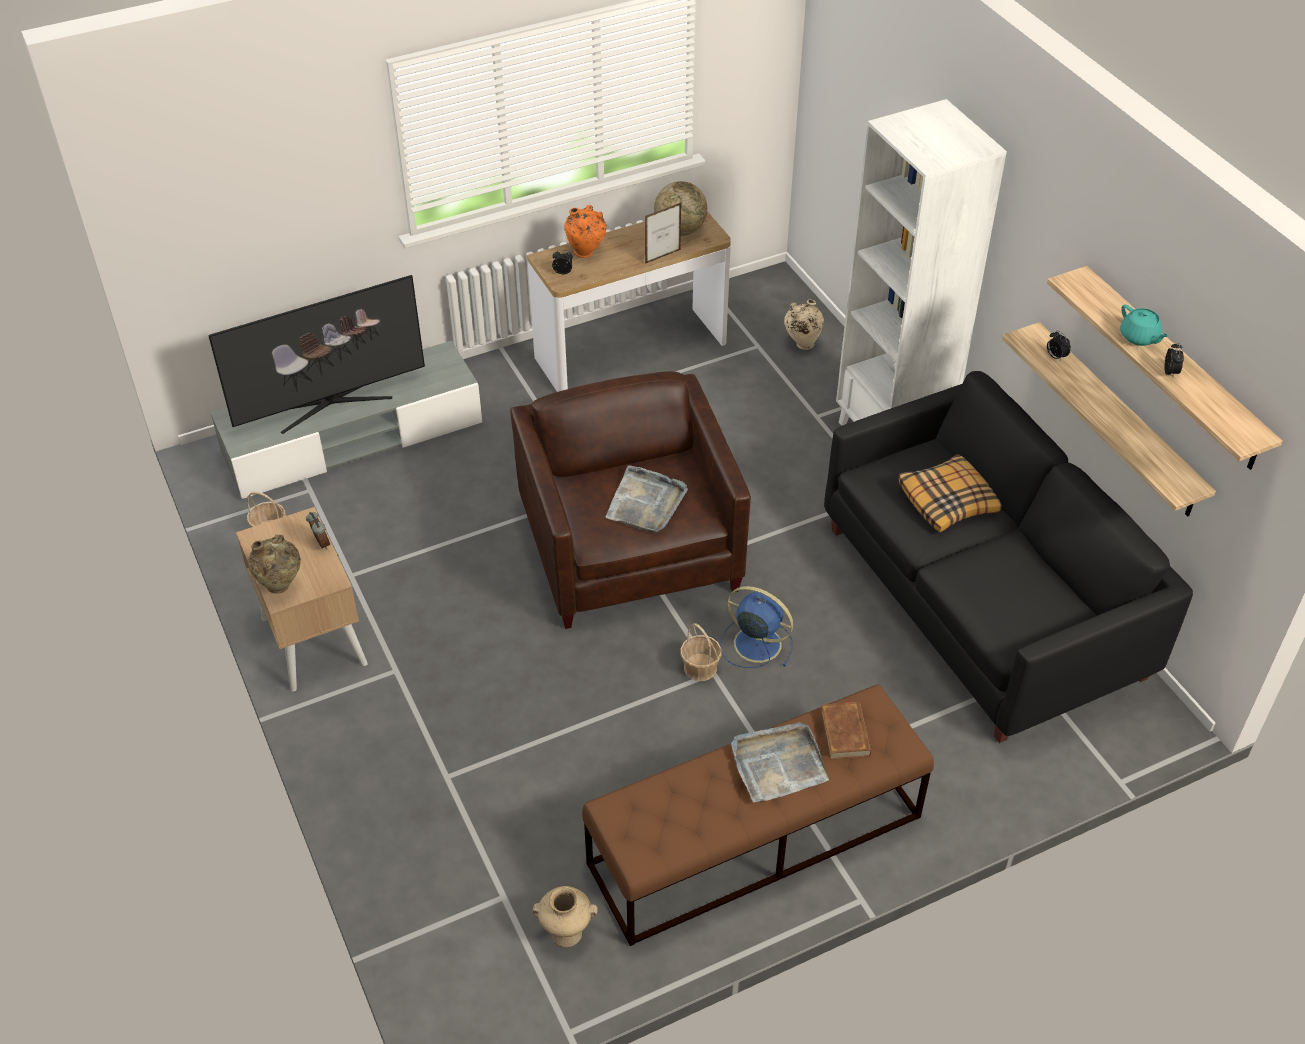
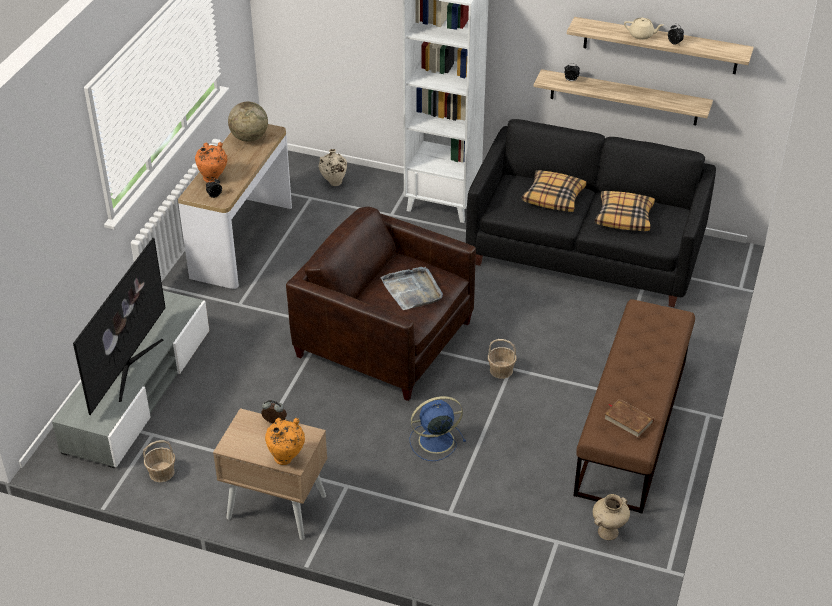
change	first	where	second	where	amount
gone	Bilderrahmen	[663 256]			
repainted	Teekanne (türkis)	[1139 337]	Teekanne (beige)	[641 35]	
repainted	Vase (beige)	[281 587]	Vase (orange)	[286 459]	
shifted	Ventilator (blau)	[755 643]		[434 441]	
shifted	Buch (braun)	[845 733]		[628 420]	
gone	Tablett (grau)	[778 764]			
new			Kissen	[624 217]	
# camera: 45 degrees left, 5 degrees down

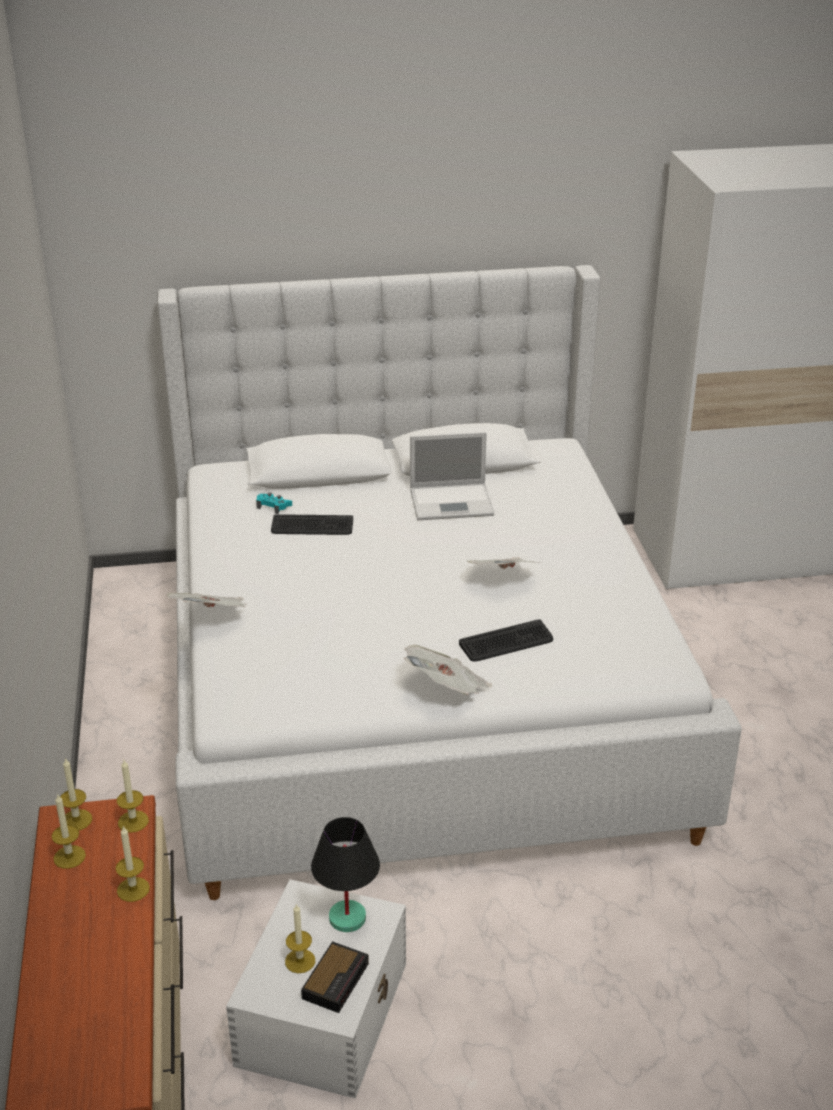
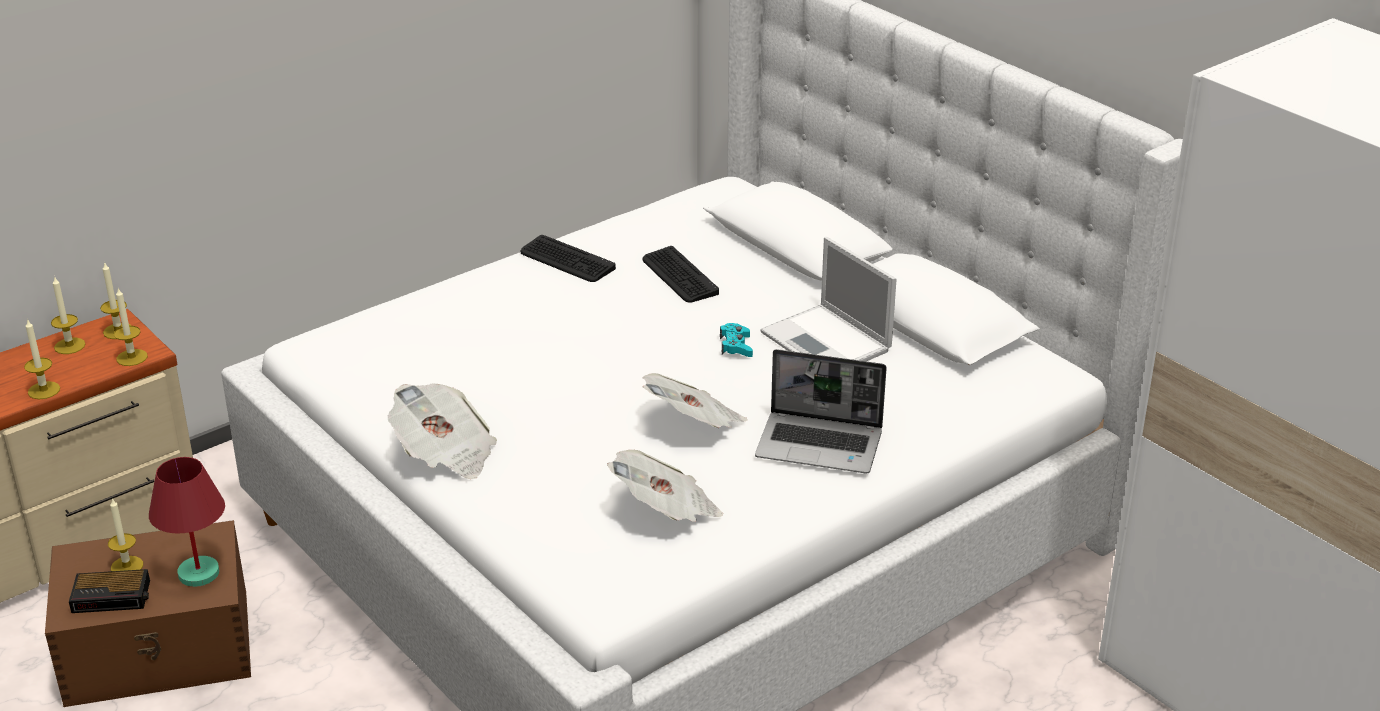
change	first	where	second	where	amount
shifted	Gamepad (türkis)	[273 506]		[736 346]	
shifted	Zeitung	[212 617]		[666 511]	
shifted	Tastatur	[506 642]		[567 260]	
repainted	Tischlampe (schwarz)	[348 918]	Tischlampe (rot)	[199 574]	
repainted	Aufbewahrungsbox (weiß)	[324 1012]	Aufbewahrungsbox (braun)	[160 647]	
new			Laptop	[821 445]	
# camera: 60 degrees right, 0 degrees up

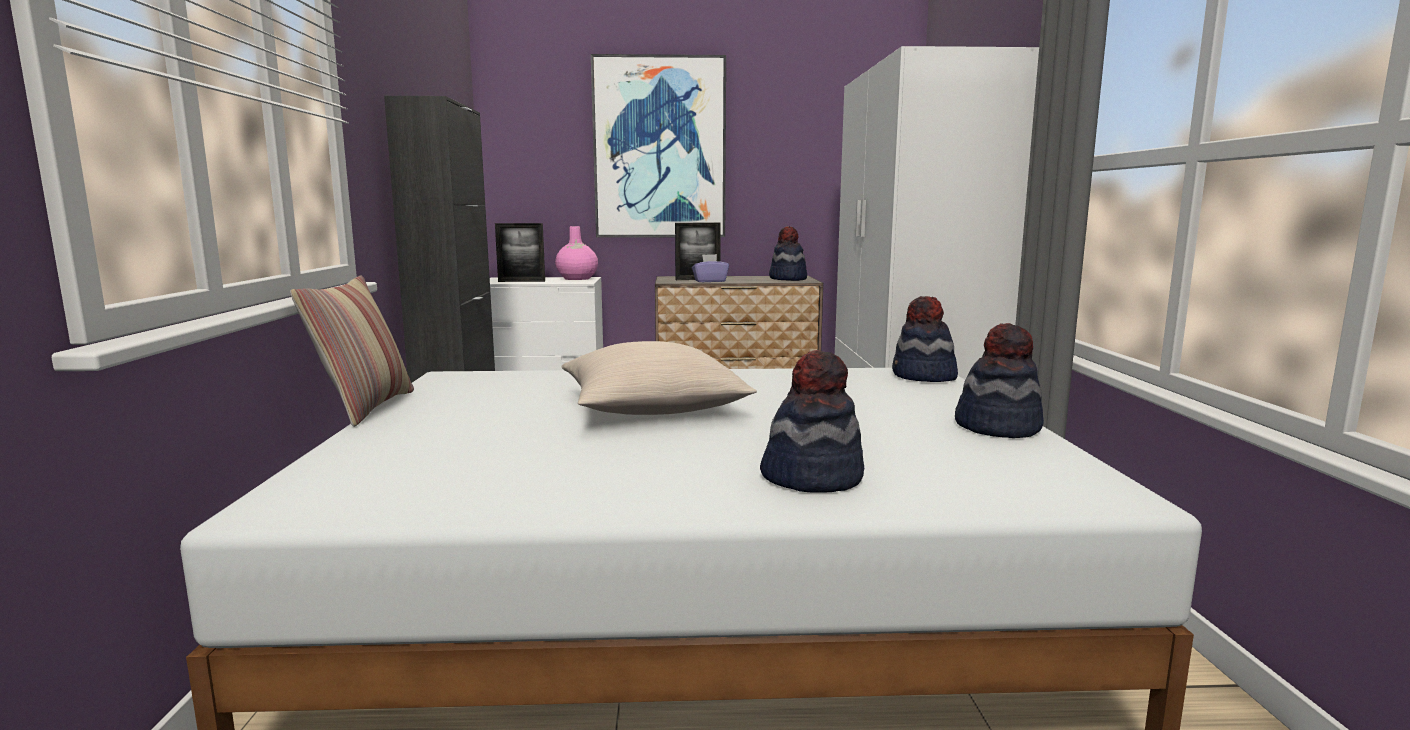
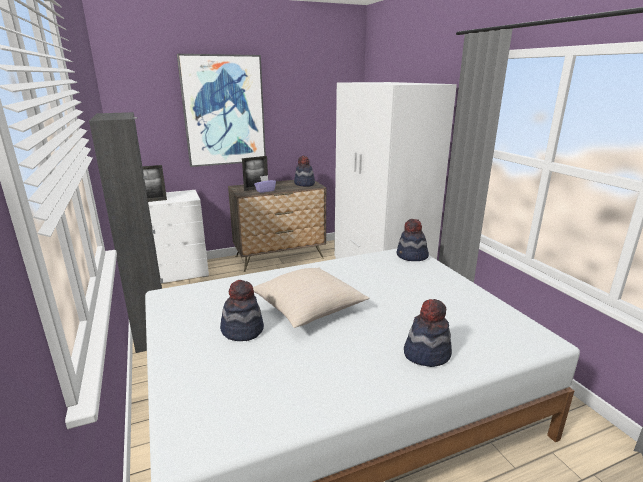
change	first	where	second	where	amount
gone	Vase (rosa)	[576 279]			
gone	Kissen	[365 407]			
shifted	Hut	[997 427]		[242 330]	
# camera: 20 degrees left, 10 degrees up

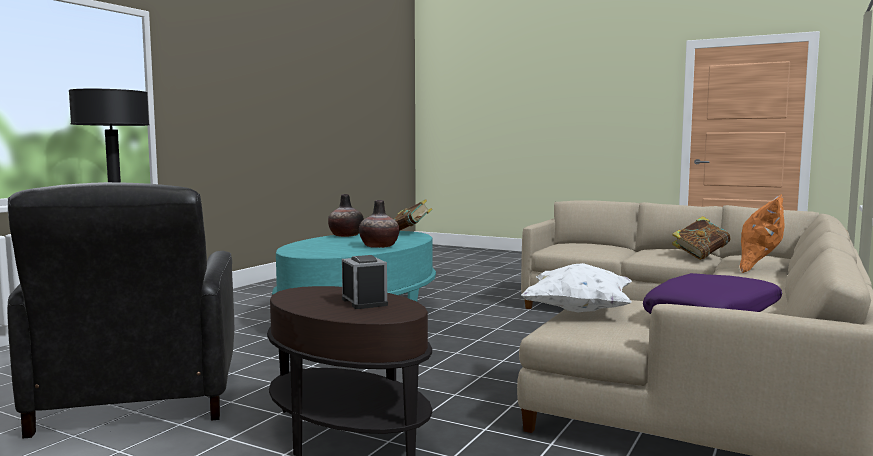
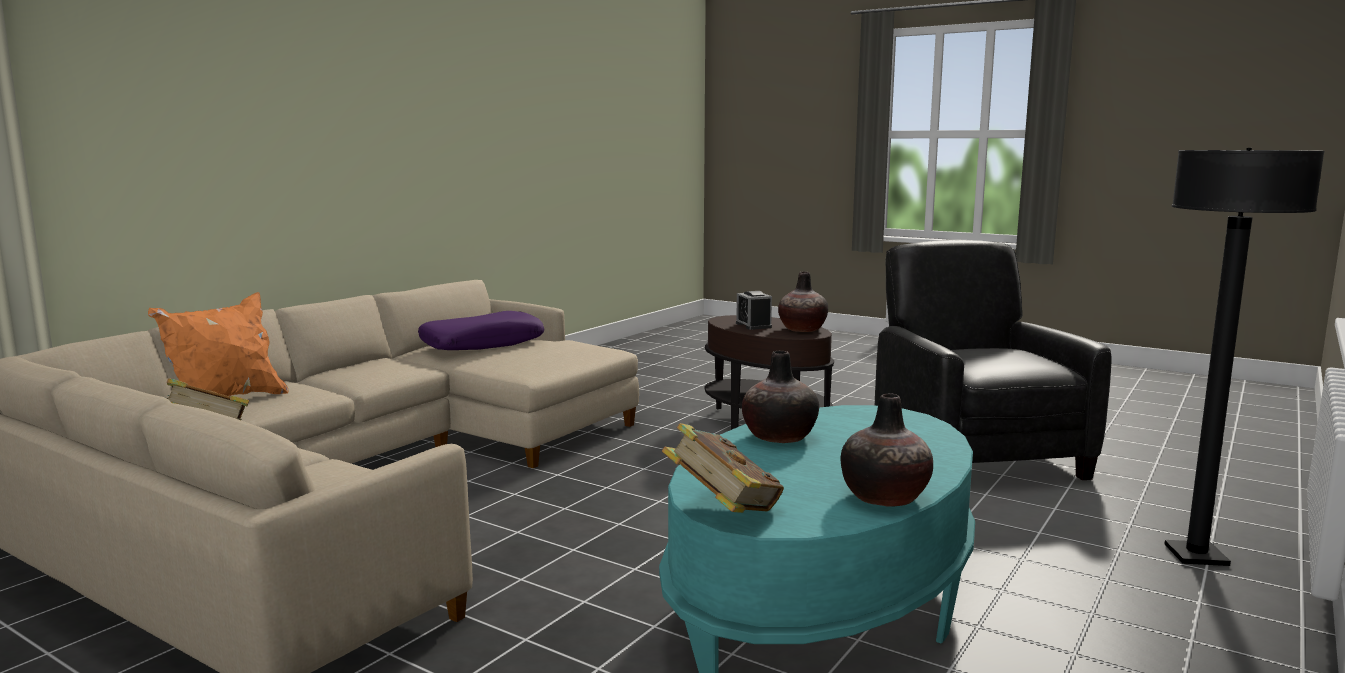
change	first	where	second	where	amount
gone	Kissen (weiß)	[578 311]			
new			Vase	[802 329]	
# camera: 175 degrees left, 5 degrees up

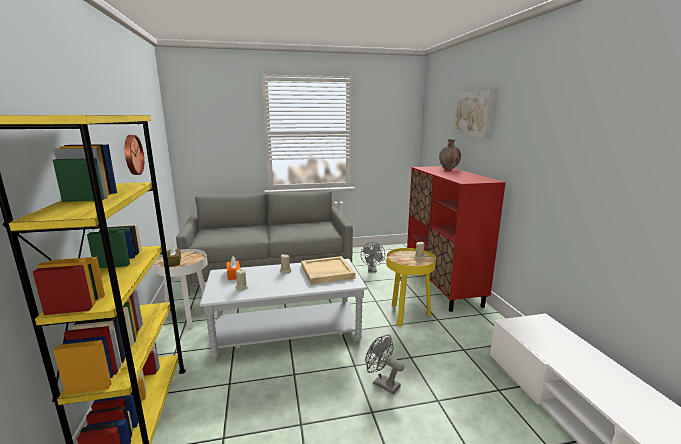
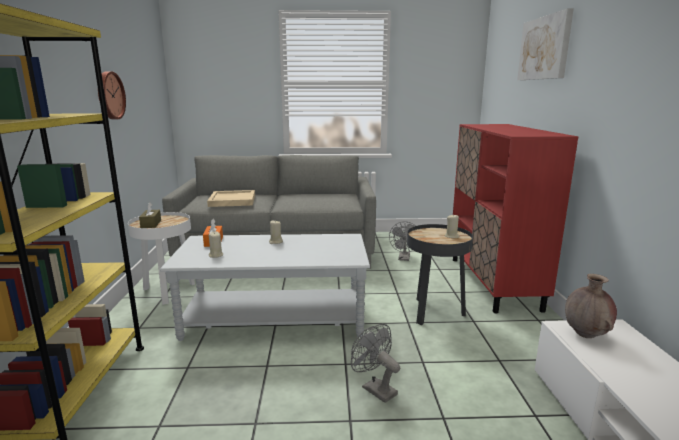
change	first	where	second	where	amount
shifted	Vase (braun)	[449 169]		[586 335]	
repainted	Beistelltisch (gelb)	[407 315]	Beistelltisch (schwarz)	[433 312]	
shifted	Tablett (beige)	[327 272]		[232 201]	
# camera: 10 degrees right, 0 degrees up

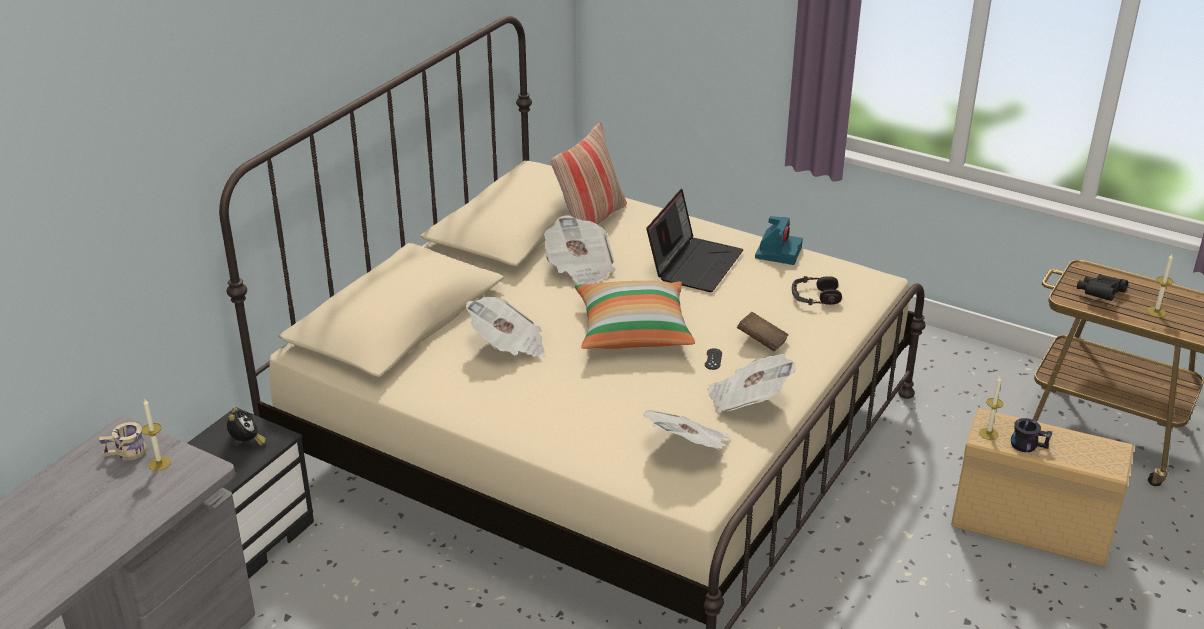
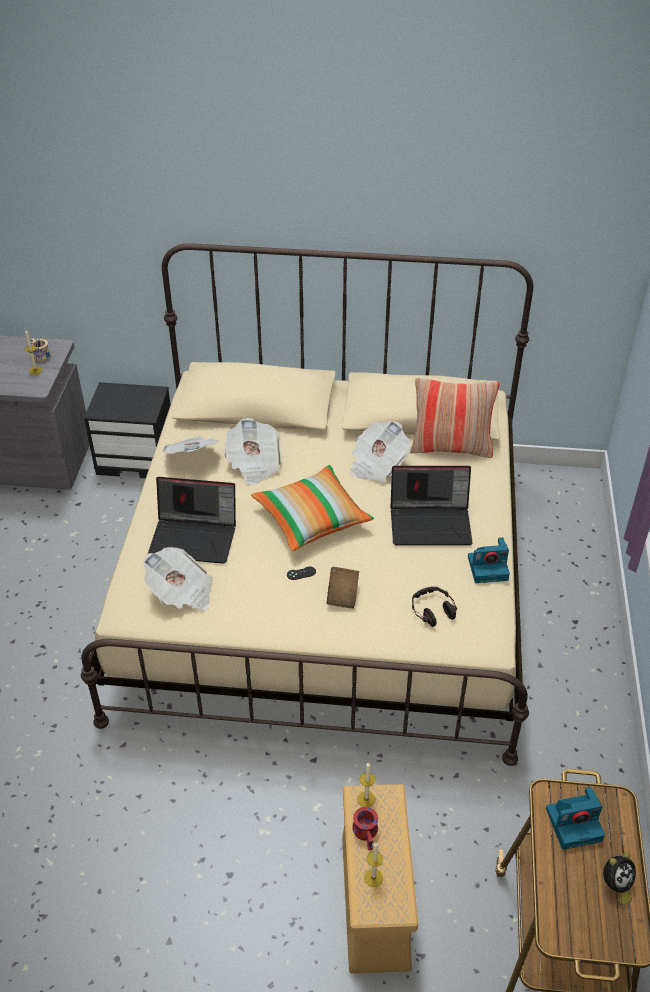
change	first	where	second	where	amount
shifted	Kerze	[1156 312]		[373 877]	
swapped	Fernglas (schwarz)	[1099 295]	Kamera	[574 823]	
shifted	Zeitung	[747 401]		[191 456]	
shifted	Wecker	[247 443]		[615 886]	
repainted	Henkelbecher (schwarz)	[1028 444]	Henkelbecher (rot)	[367 833]	
new			Laptop	[195 537]	
# camera: 65 degrees right, 10 degrees up

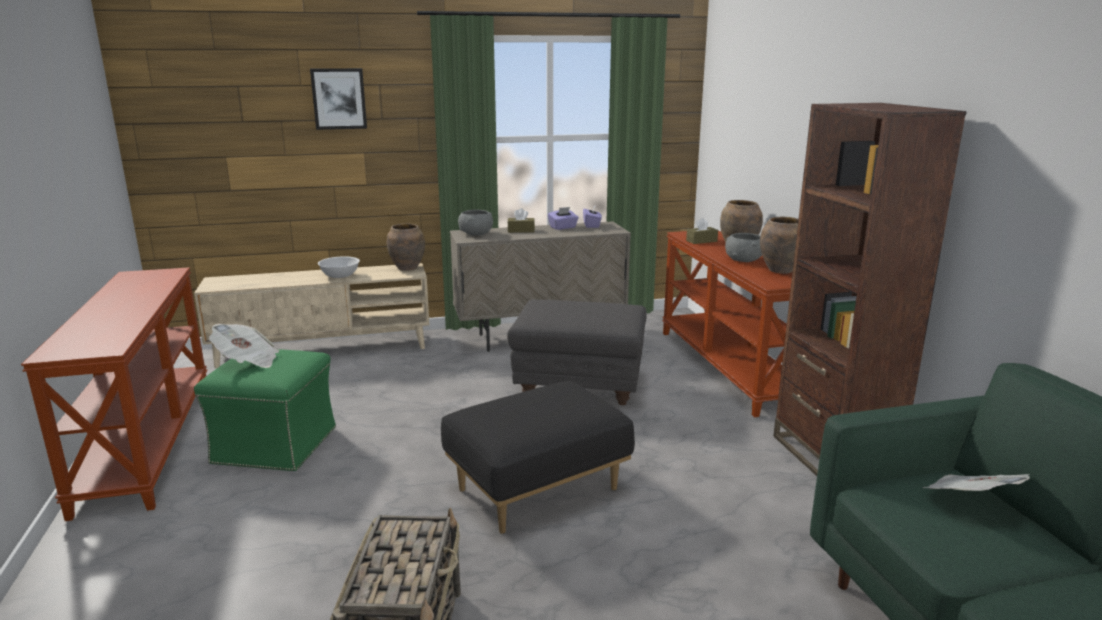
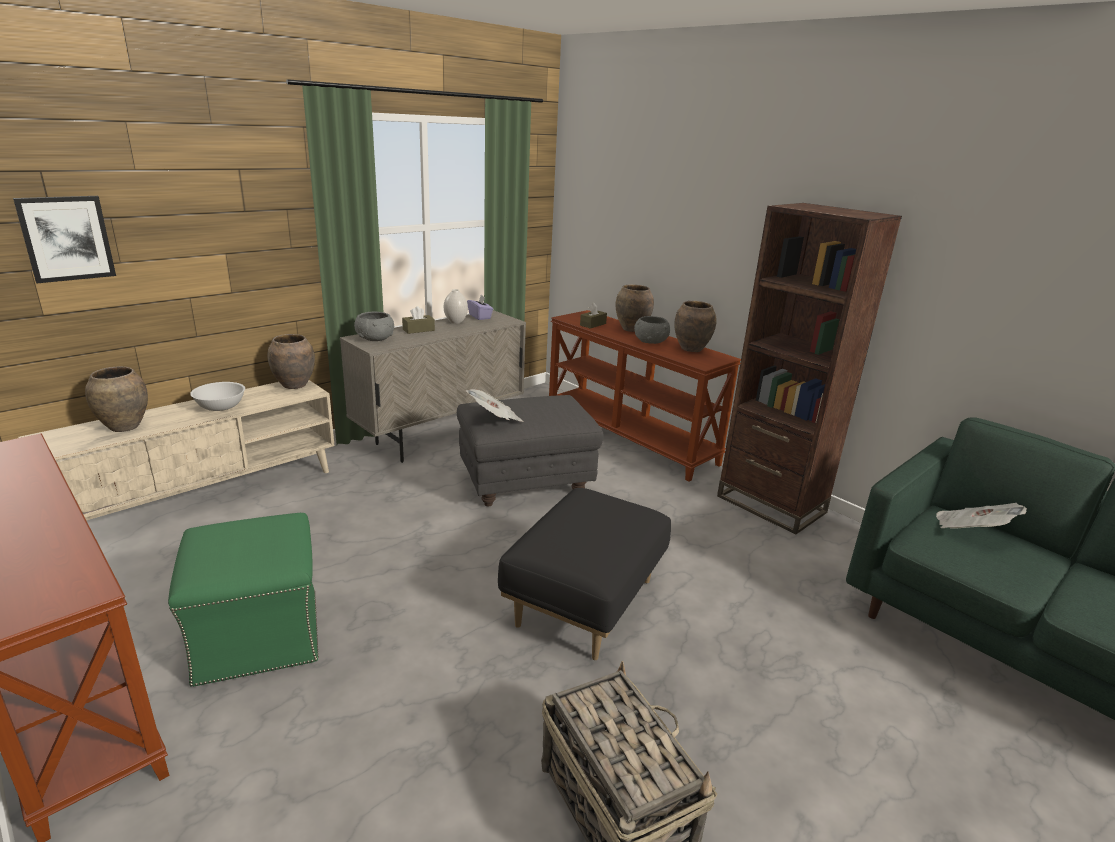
change	first	where	second	where	amount
shifted	Bild	[339 99]		[66 238]	
swapped	Taschentuchbox (lila)	[563 227]	Vase (weiß)	[455 322]	
shifted	Zeitung	[247 361]		[495 419]	
new			Vase (braun)	[124 427]	
# camera: 30 degrees left, 5 degrees up

